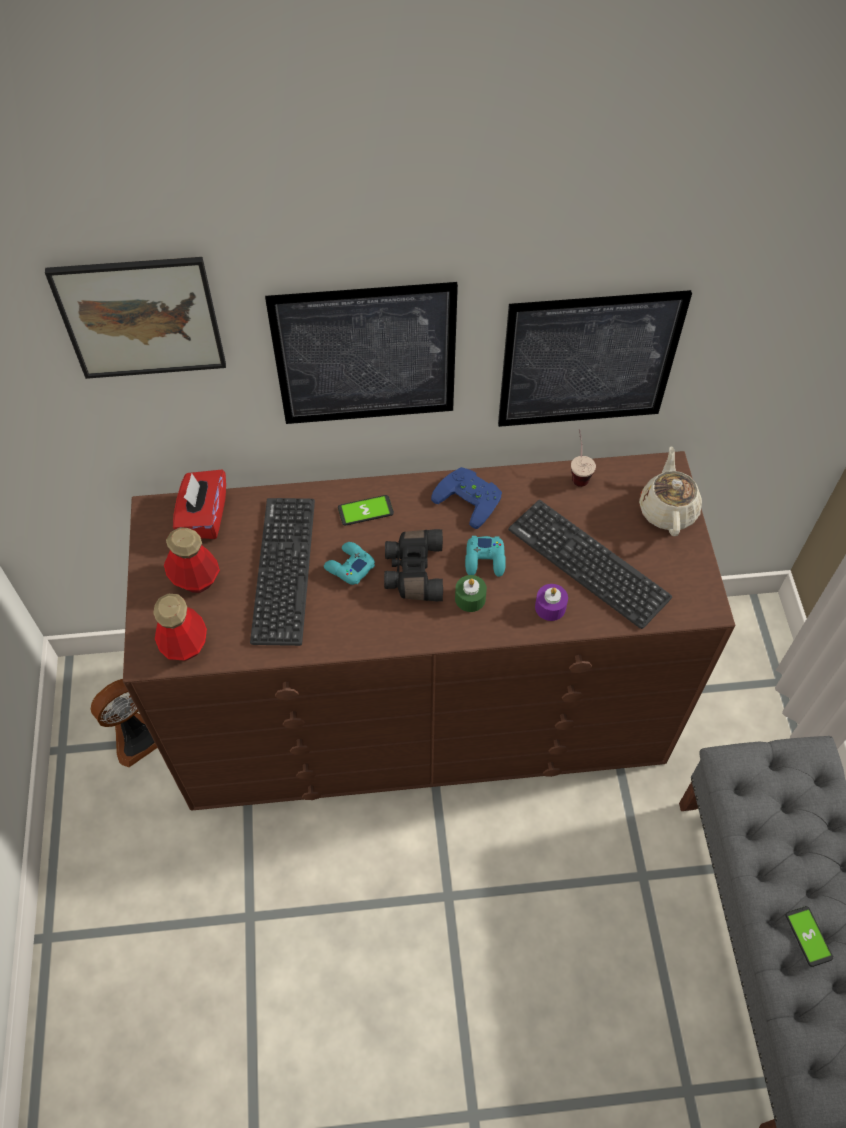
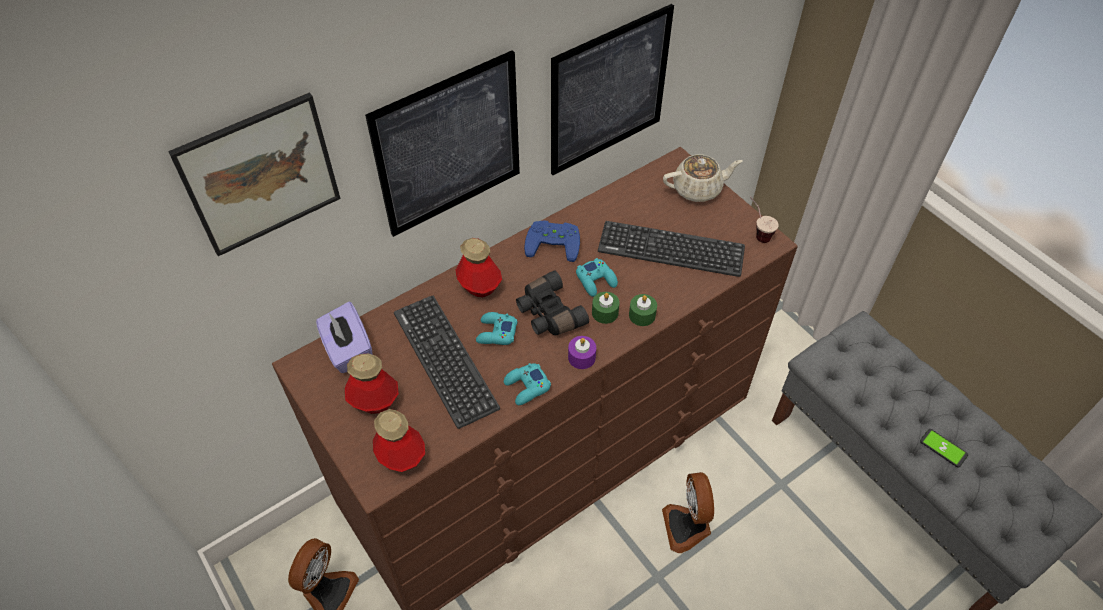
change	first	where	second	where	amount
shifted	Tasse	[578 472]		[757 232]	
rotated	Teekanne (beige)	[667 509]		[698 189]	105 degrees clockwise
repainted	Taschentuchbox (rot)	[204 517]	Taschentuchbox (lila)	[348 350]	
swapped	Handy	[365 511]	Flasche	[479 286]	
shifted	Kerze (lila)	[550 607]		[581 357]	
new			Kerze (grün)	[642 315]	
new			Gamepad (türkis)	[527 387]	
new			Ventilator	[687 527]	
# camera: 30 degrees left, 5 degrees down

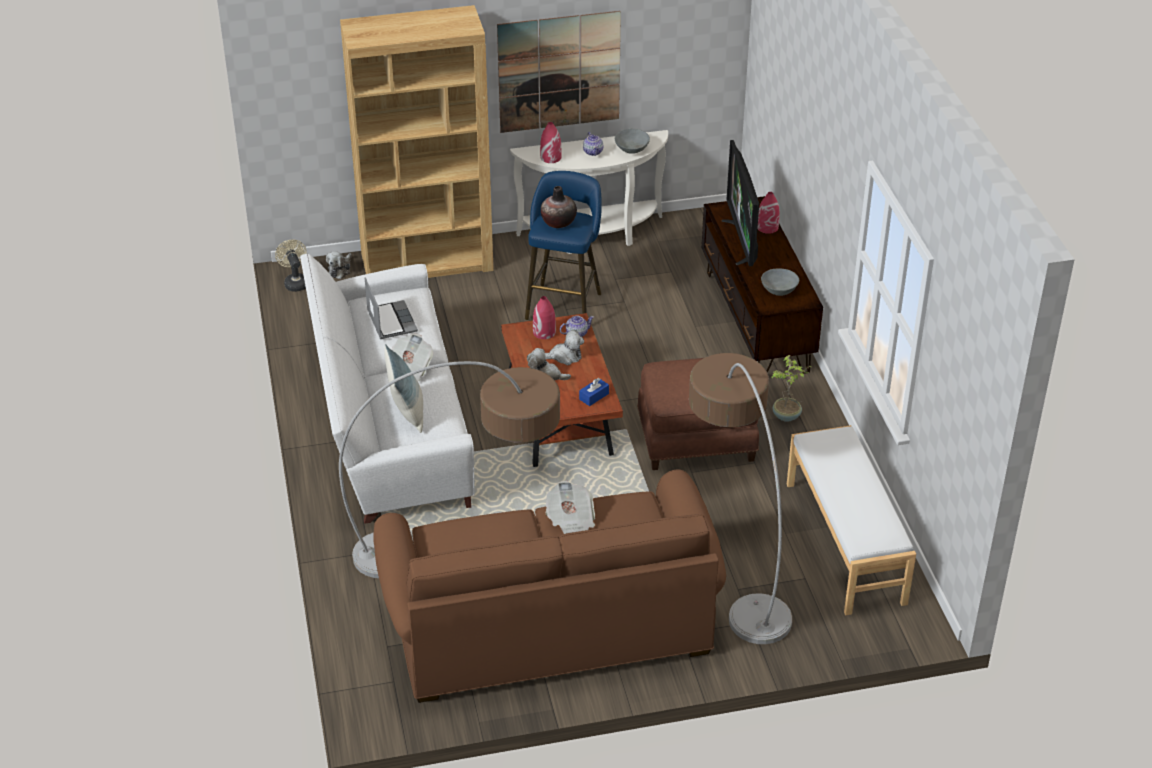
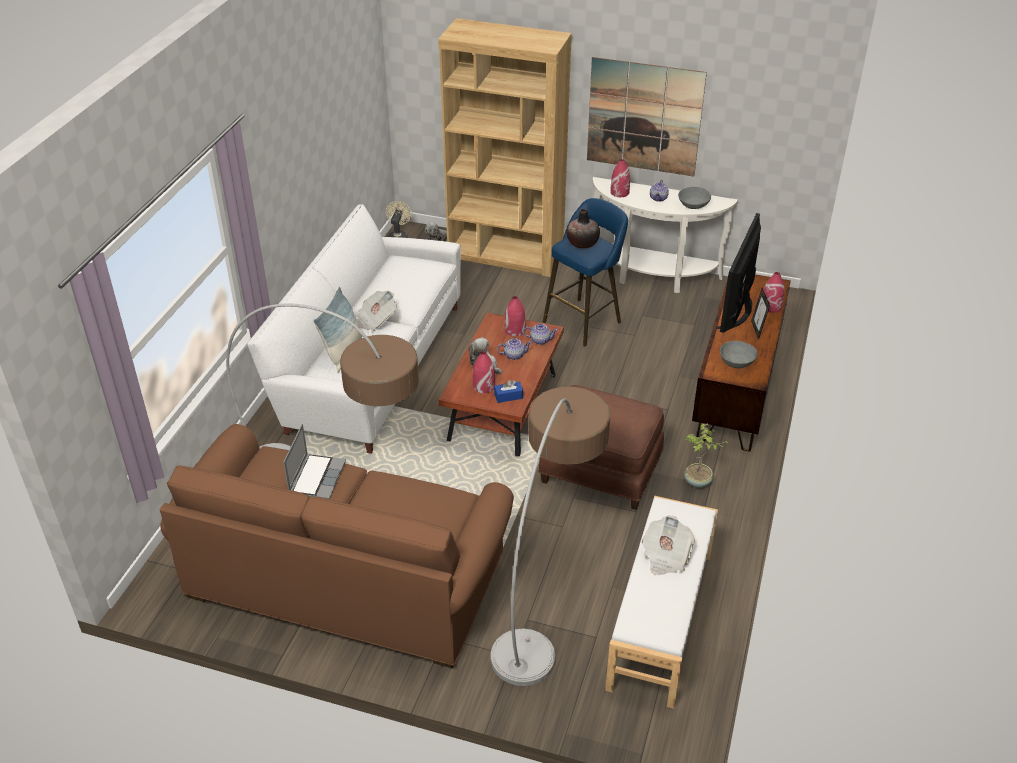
change	first	where	second	where	amount
shifted	Laptop	[390 321]		[316 477]	
swapped	Plüschtier	[564 356]	Teekanne	[514 355]	
shifted	Zeitung	[570 521]		[665 556]	
new			Bilderrahmen	[757 330]	
new			Vase (rot)	[483 386]	
# camera: 30 degrees right, 0 degrees up

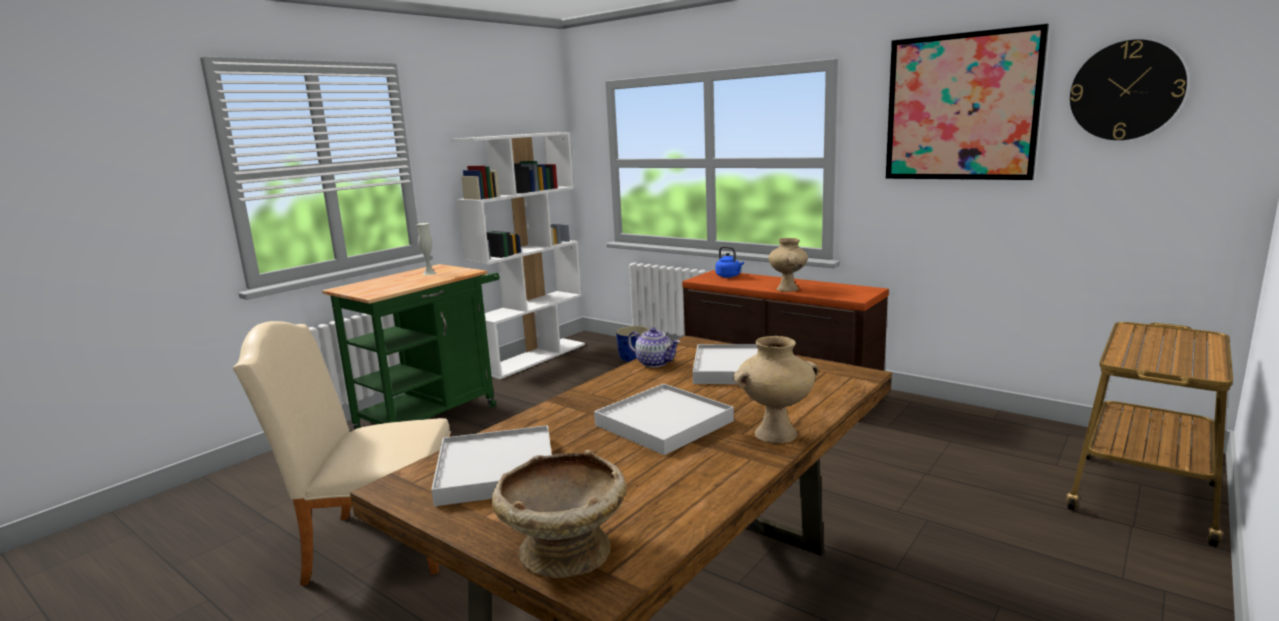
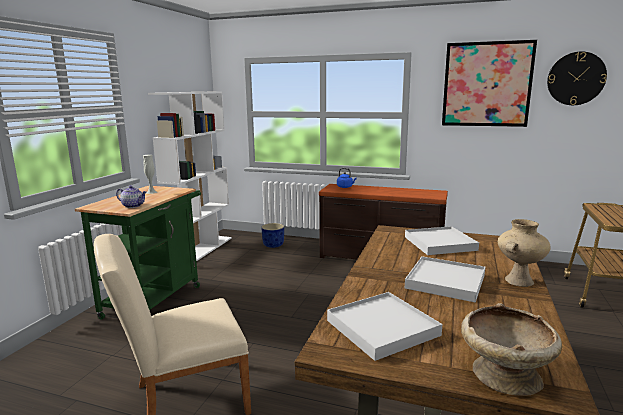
change	first	where	second	where	amount
gone	Vase (beige)	[788 289]			
shifted	Teekanne	[655 363]		[133 206]	
# camera: 20 degrees left, 0 degrees up

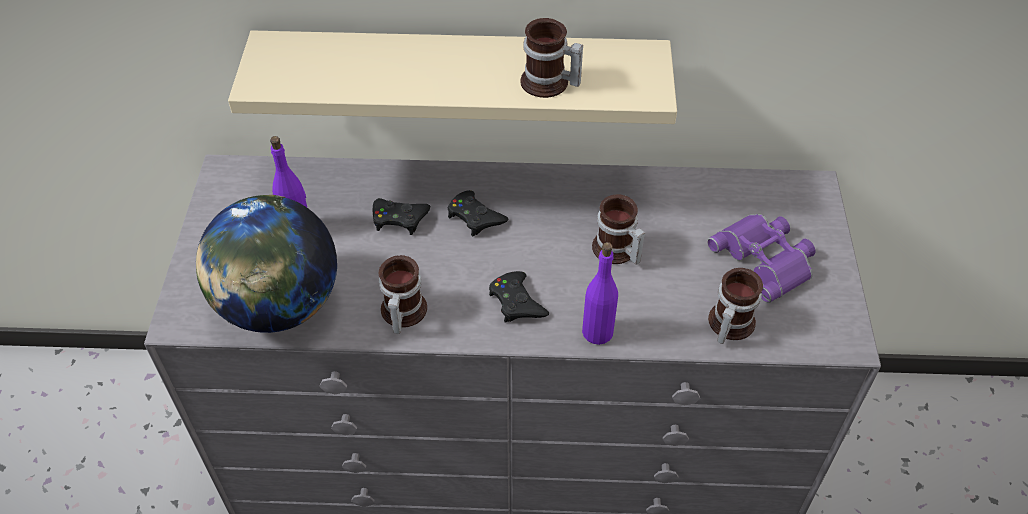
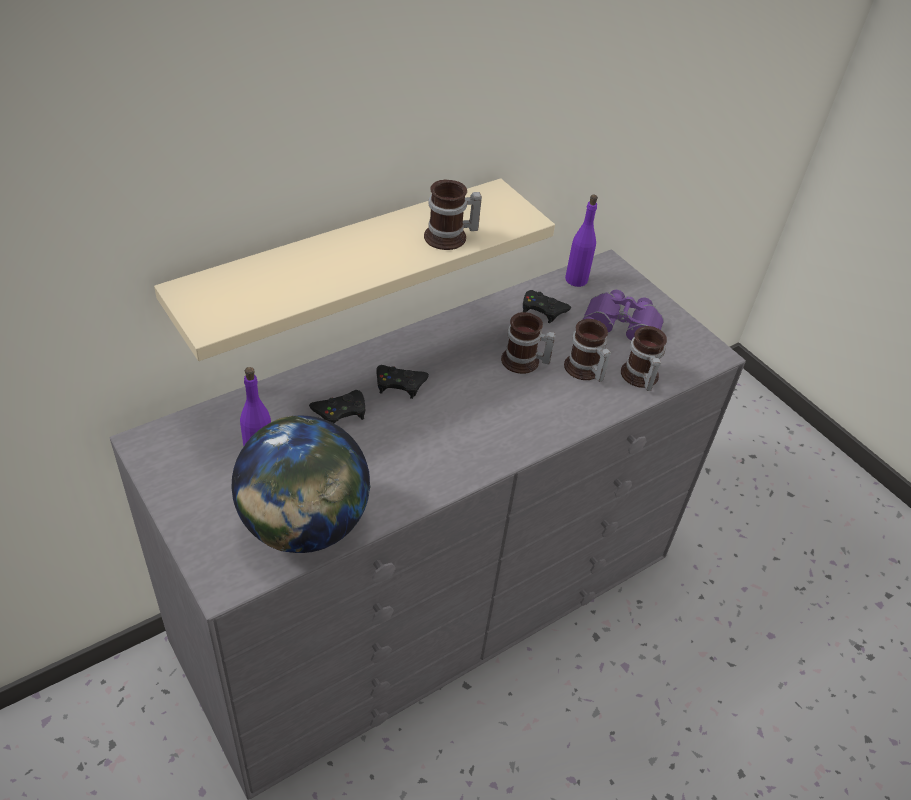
change	first	where	second	where	amount
shifted	Flasche (lila)	[598 331]		[576 279]	
shifted	Henkelbecher	[401 313]		[583 370]	
shifted	Gamepad (schwarz)	[516 302]		[543 309]	
# camera: 40 degrees left, 5 degrees down

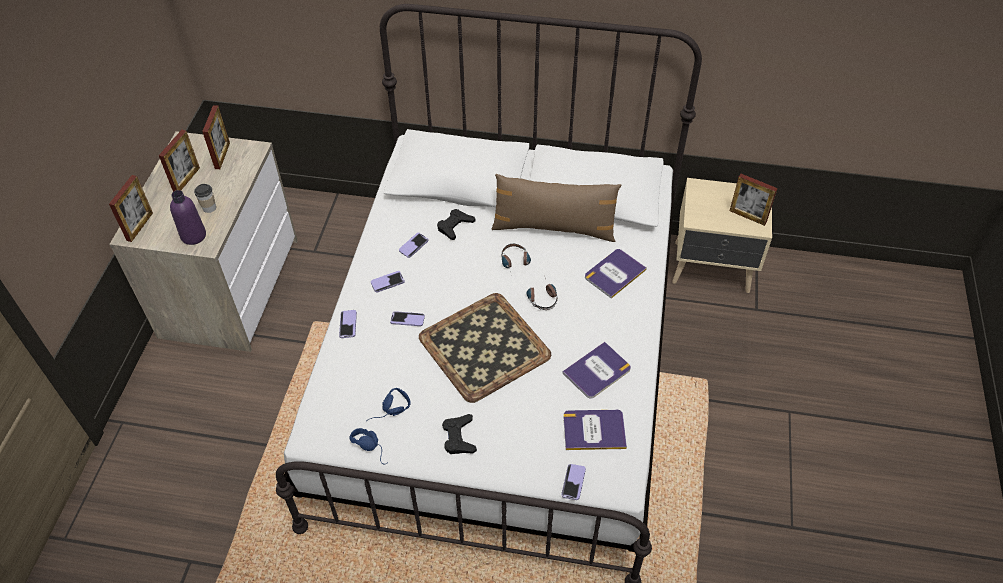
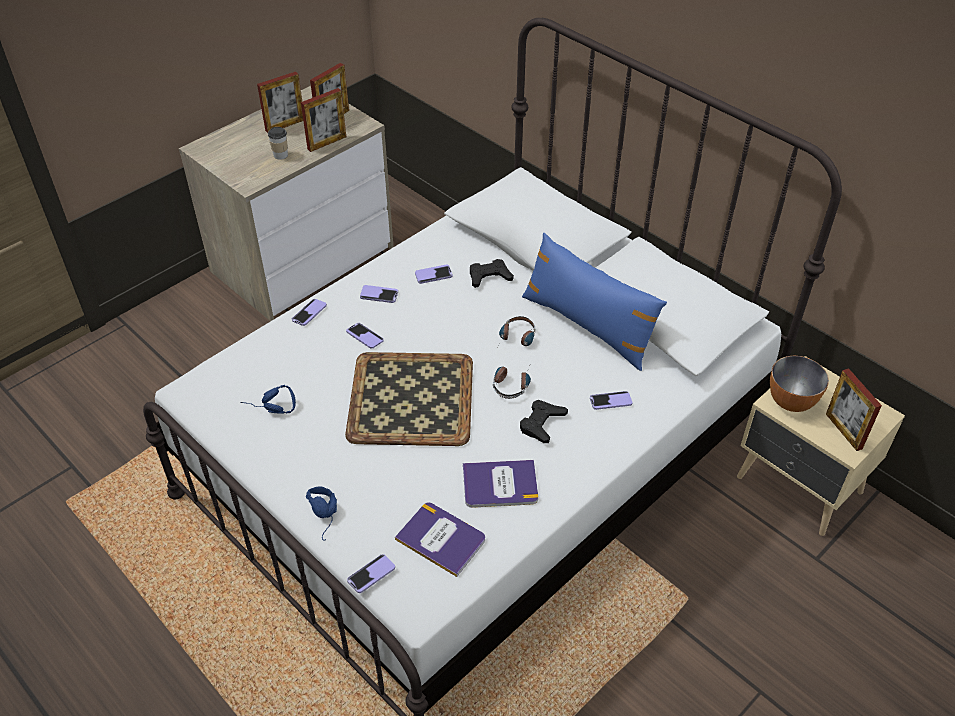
change	first	where	second	where	amount
repainted	Kissen (braun)	[554 228]	Kissen (blau)	[588 326]	
shifted	Bilderrahmen	[140 226]		[327 143]	
gone	Flasche (lila)	[193 236]			
swapped	Buch	[614 273]	Handy	[610 401]	
shifted	Gamepad (schwarz)	[459 437]		[542 424]	
shifted	Kopfhörer (blau)	[373 447]		[328 517]	
new			Schüssel	[791 401]	
# camera: 35 degrees right, 5 degrees down

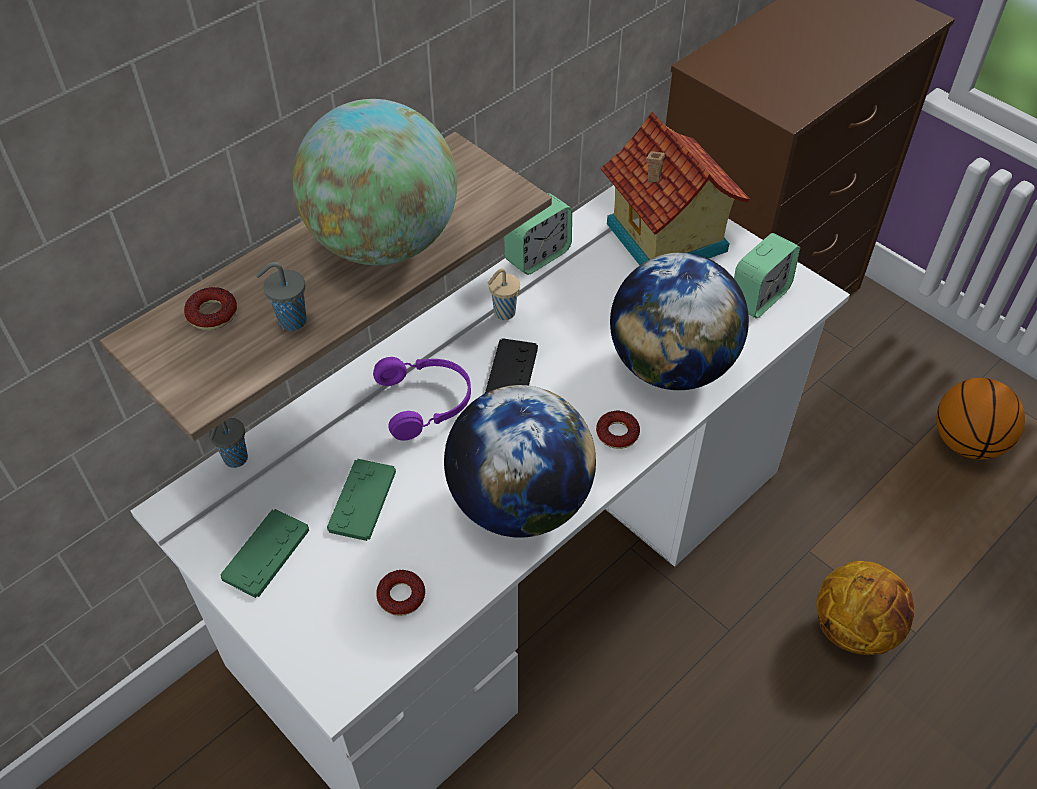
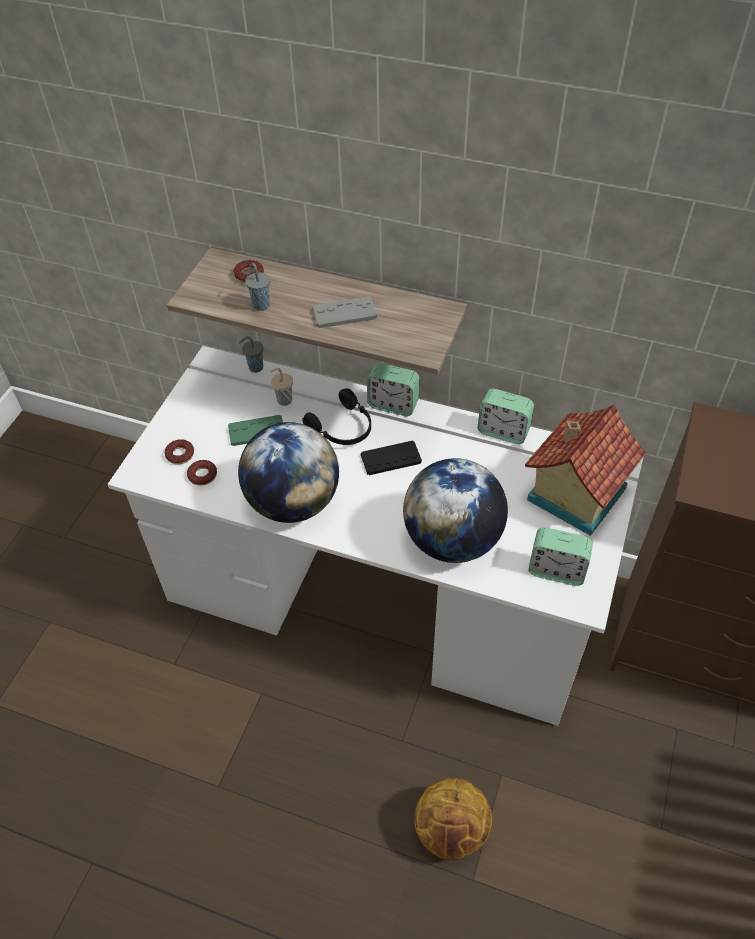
change	first	where	second	where	amount
swapped	Globus	[383 242]	Gamepad (grau)	[344 313]	
shifted	Tasse (beige)	[503 313]		[283 400]	
repainted	Kopfhörer (lila)	[426 402]	Kopfhörer (schwarz)	[343 428]	
gone	Basketball	[967 442]			
shifted	Donut	[617 433]		[180 454]	
gone	Gamepad (grün)	[266 553]			
new			Wecker	[393 404]	
# camera: 65 degrees right, 0 degrees up

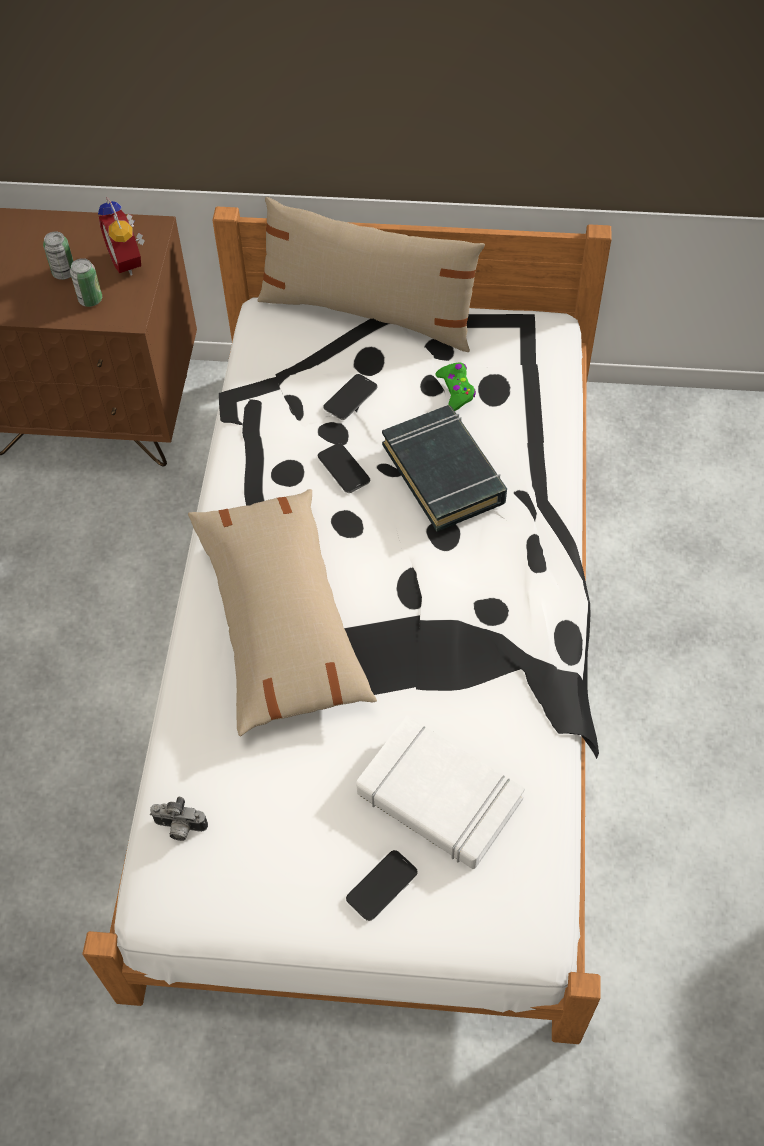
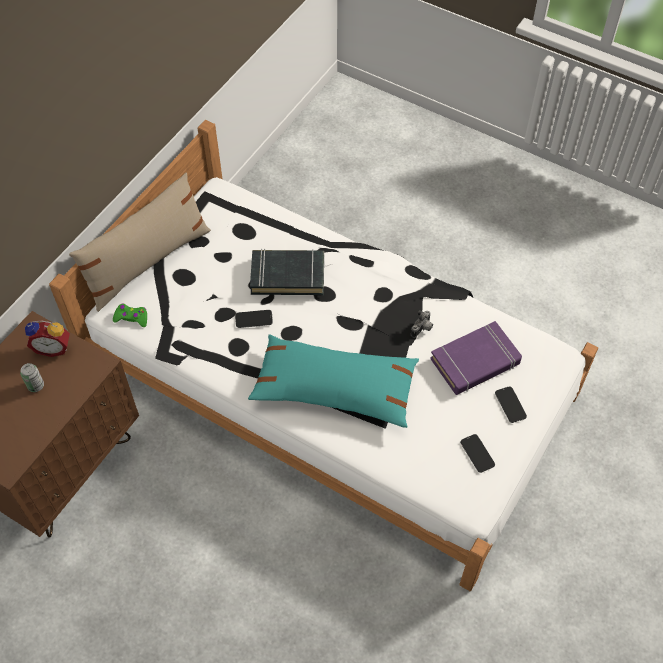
change	first	where	second	where	amount
gone	Dose	[90 300]			
shifted	Gamepad (grün)	[456 390]		[131 318]	
shifted	Handy	[350 398]		[477 453]	
repainted	Kissen (beige)	[280 620]	Kissen (türkis)	[334 388]	
repainted	Buch (weiß)	[438 797]	Buch (lila)	[475 362]	
shifted	Kamera	[179 828]		[422 329]	
# camera: 65 degrees left, 0 degrees up

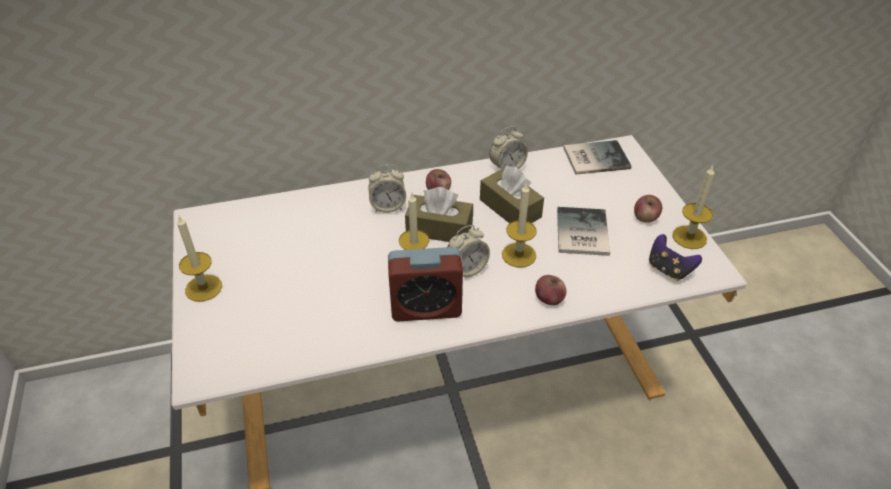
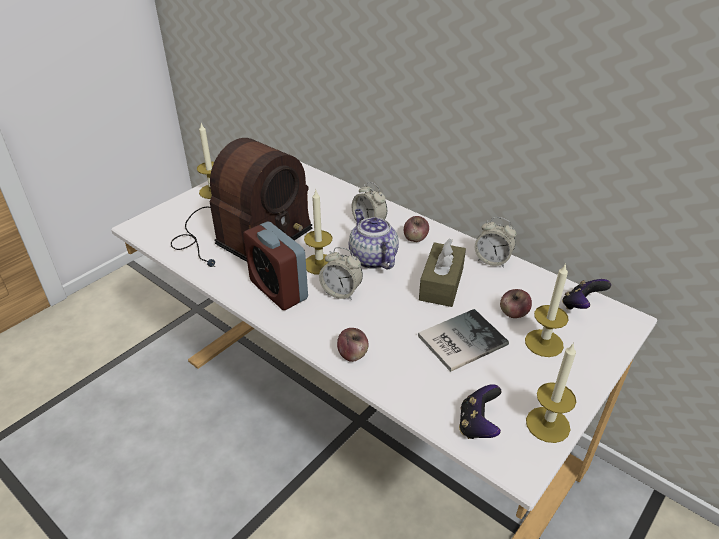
change	first	where	second	where	amount
swapped	Buch	[594 157]	Gamepad	[580 306]	
shifted	Kerze	[518 255]		[544 343]	
swapped	Taschentuchbox (braun)	[439 229]	Teekanne	[372 258]	
shifted	Apfel	[645 218]		[513 313]	
new			Radio	[240 237]	
# camera: 55 degrees right, 5 degrees down

